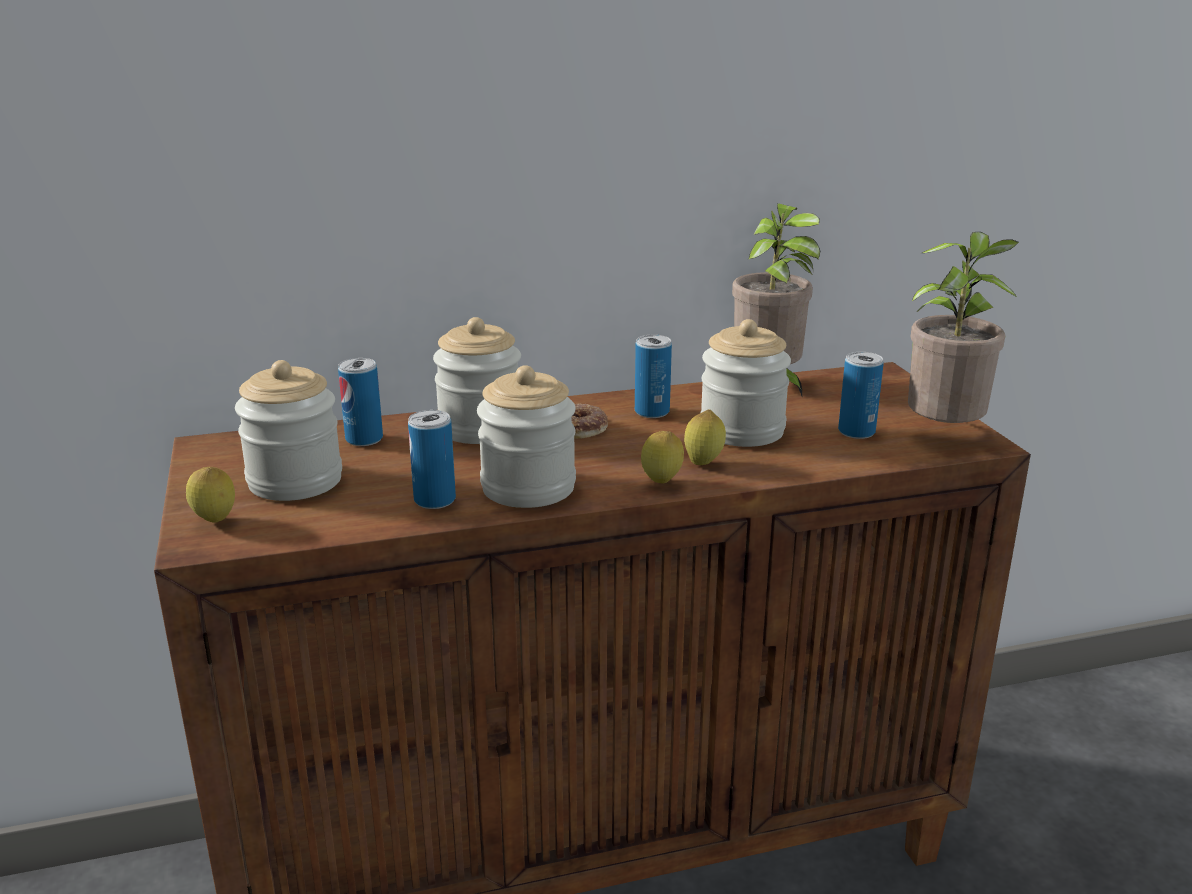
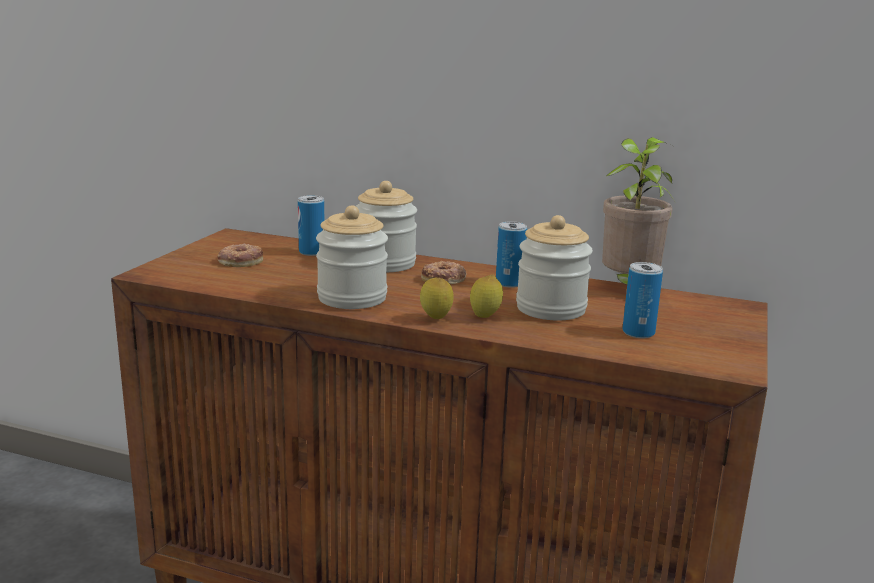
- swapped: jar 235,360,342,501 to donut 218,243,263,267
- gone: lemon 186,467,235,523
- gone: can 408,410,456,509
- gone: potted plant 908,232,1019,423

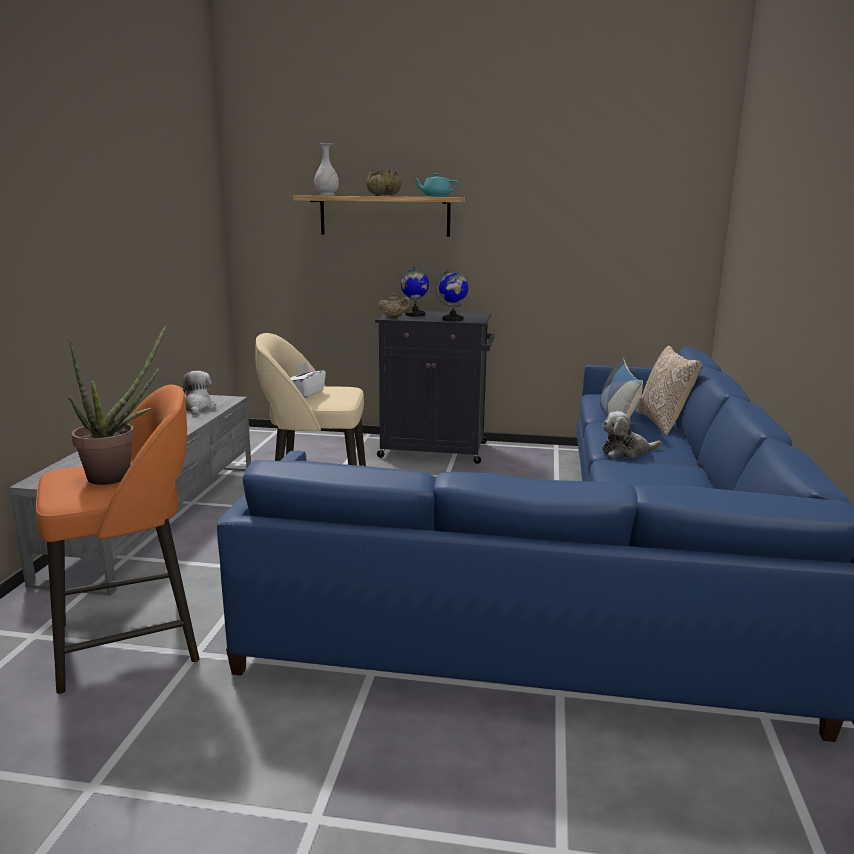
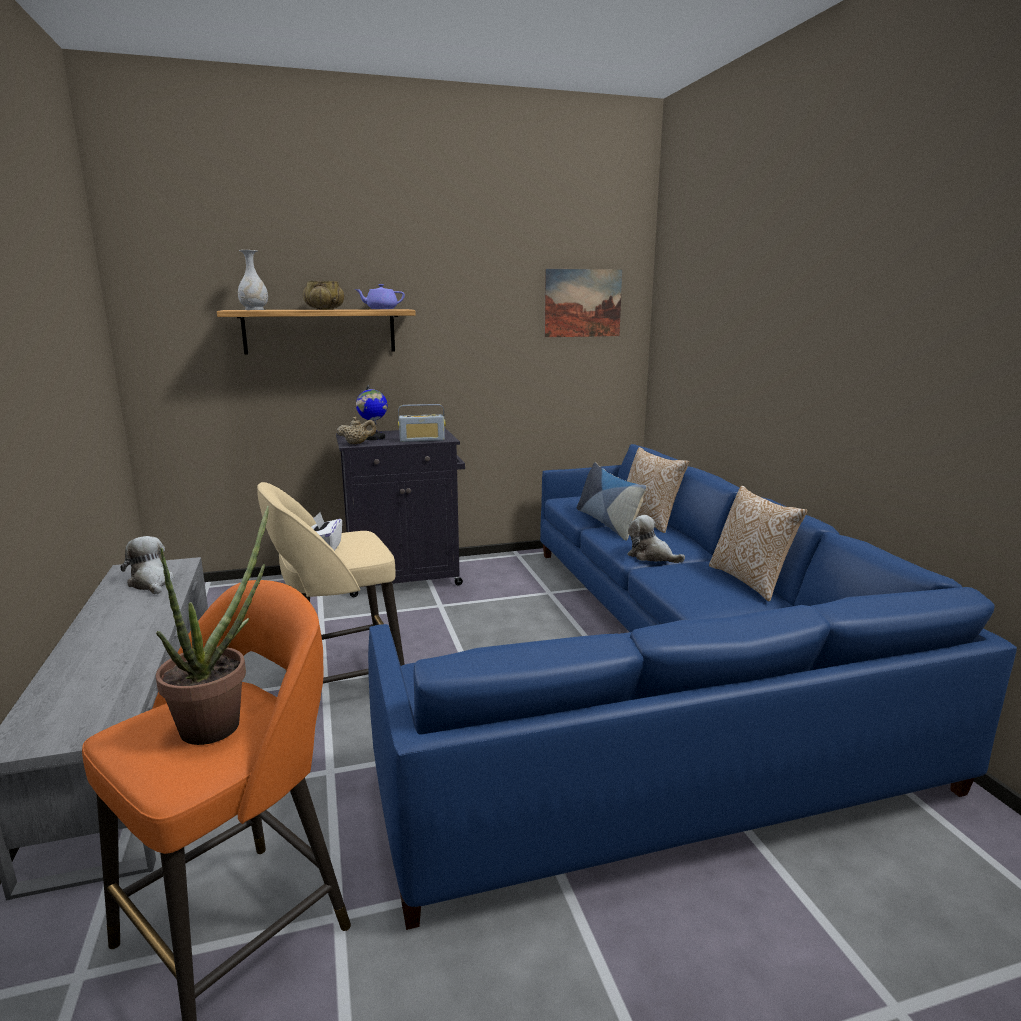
- repainted: teapot (turquoise) 414,173,458,197 to teapot (purple) 355,284,405,309
- swapped: globe 435,269,468,321 to radio 398,404,445,442
- new: picture 544,269,622,337
- rotated: plush toy 602,411,661,458 = 627,515,685,563 75 degrees clockwise
- new: pillow 709,486,807,601

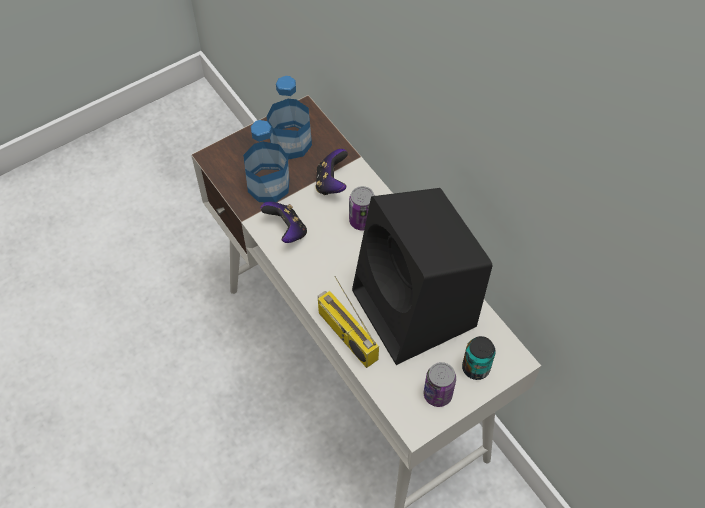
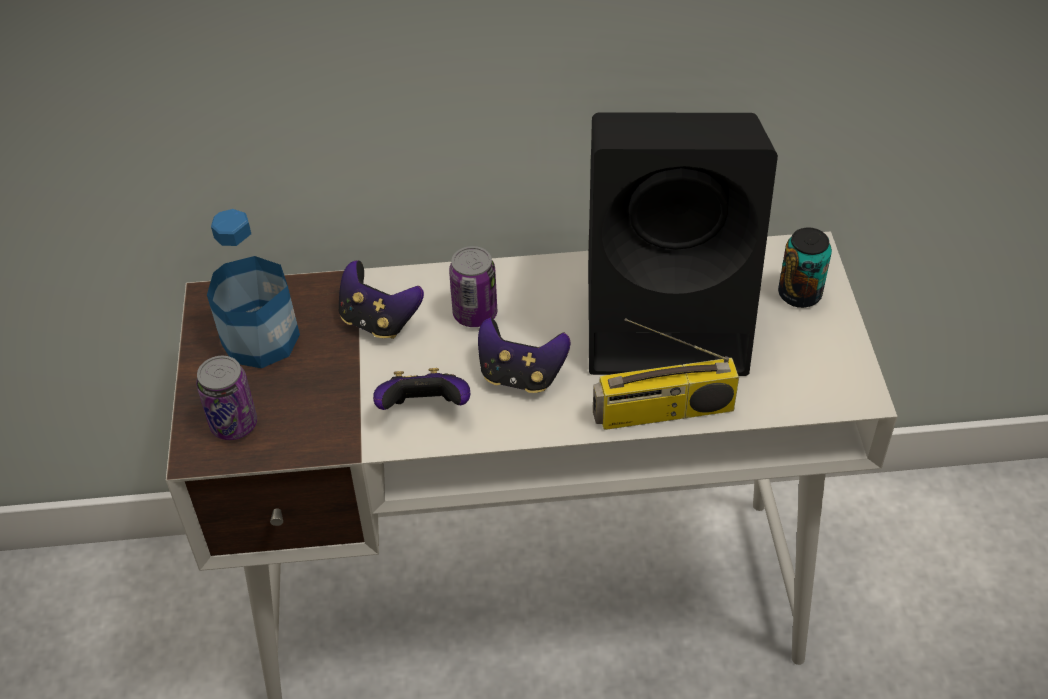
- shifted: can 424,362,456,407 to 196,356,257,440
- new: game controller 478,318,570,393
- gone: bottle 243,120,289,202

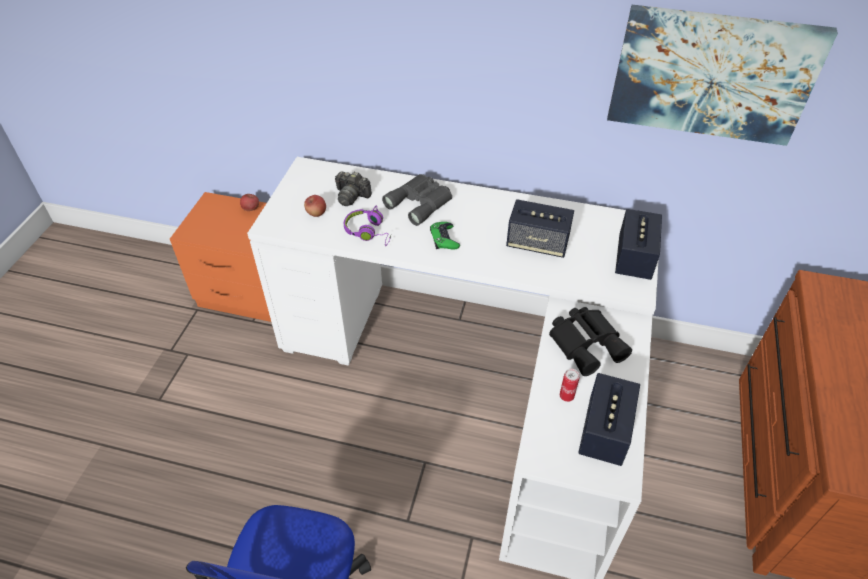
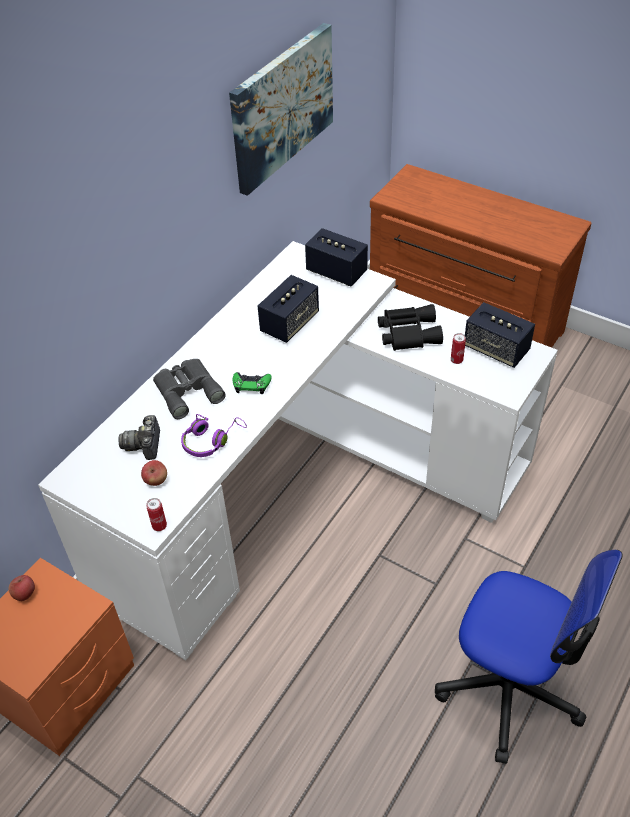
- rotated: photo camera 335,171,372,206 = 118,415,160,460 135 degrees clockwise
- new: can 146,498,167,531

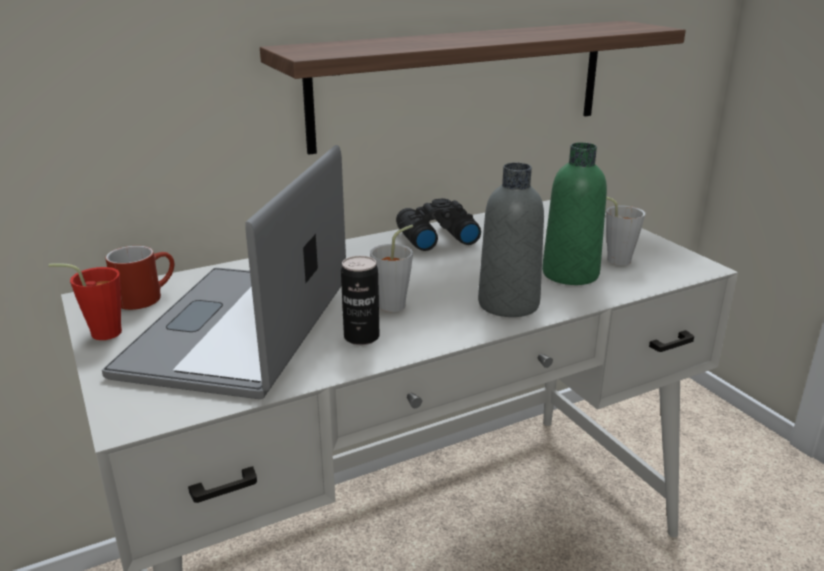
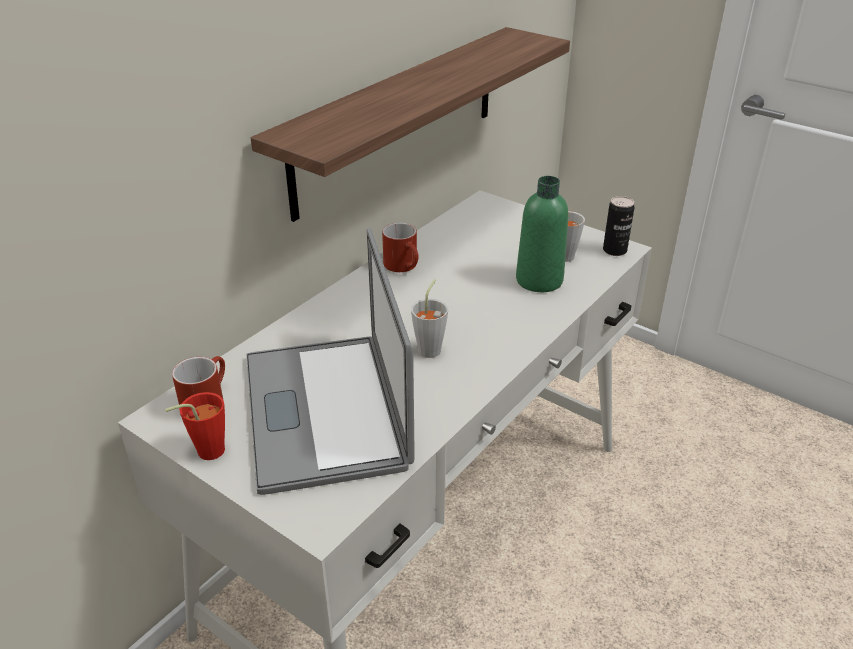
- swapped: binoculars (black) 396,198,481,251 to mug (red) 382,223,418,272
- shifted: can 341,256,380,345 to 603,196,634,256
- gone: bottle (grey) 478,163,544,317

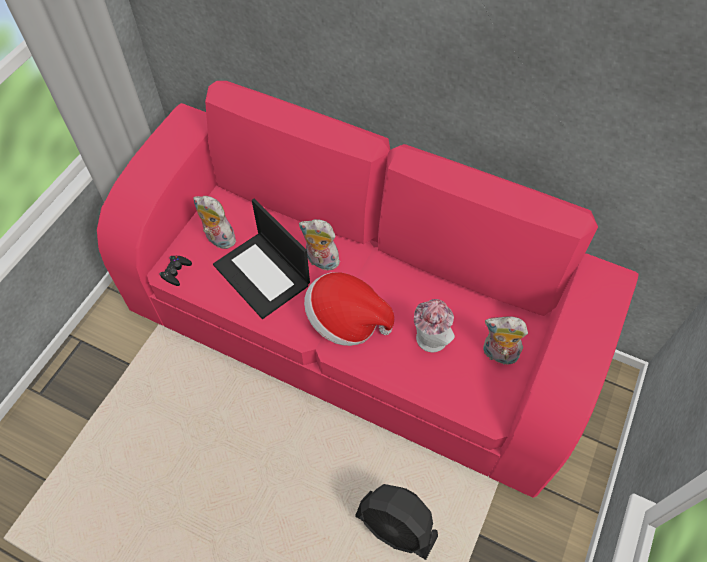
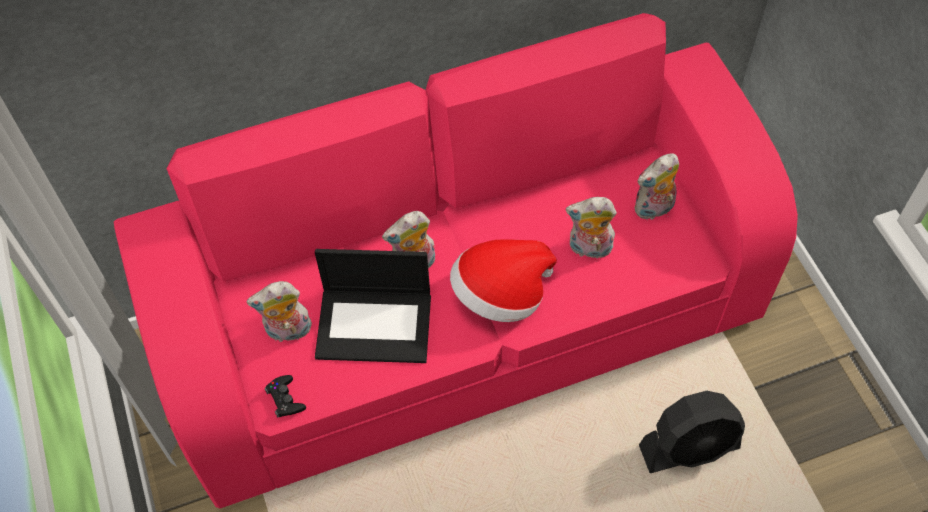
- swapped: hat 414,299,455,352 to plush toy 566,197,617,259

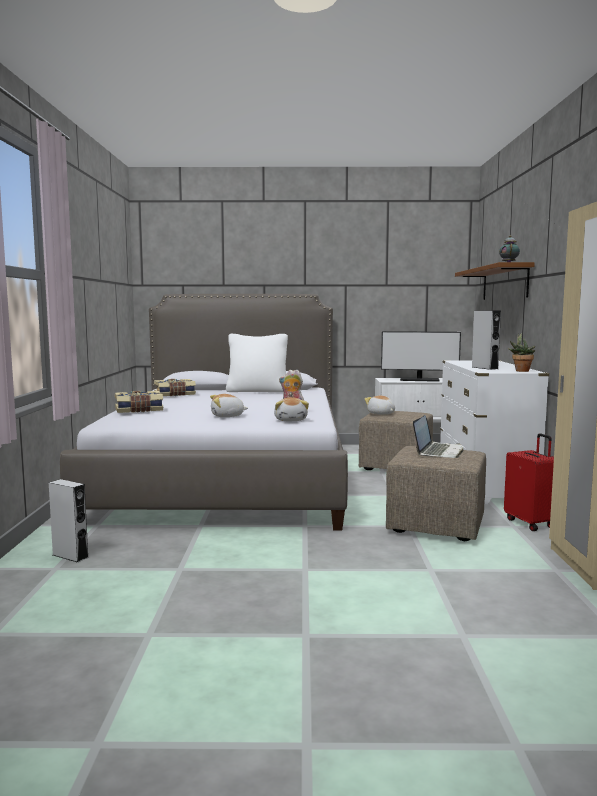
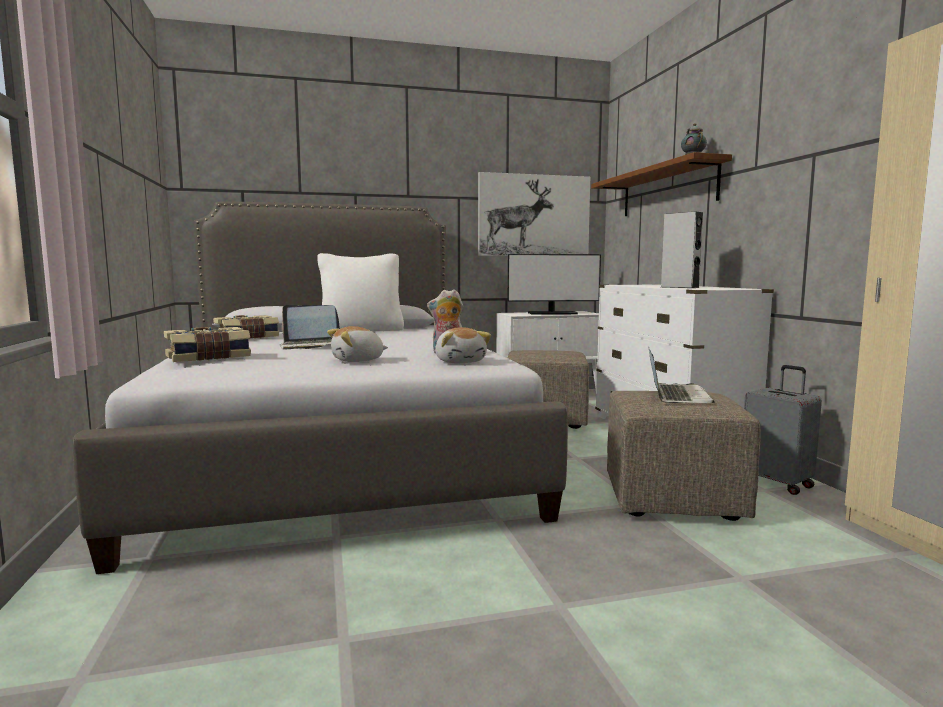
- new: laptop 280,305,340,349
- new: picture 478,172,590,256
- repainted: suitcase (red) 504,433,554,531 to suitcase (grey) 744,365,822,495
- gone: speaker (grey) 49,479,89,563
- gone: plush toy 364,396,395,415
- gone: potted plant 508,333,535,372

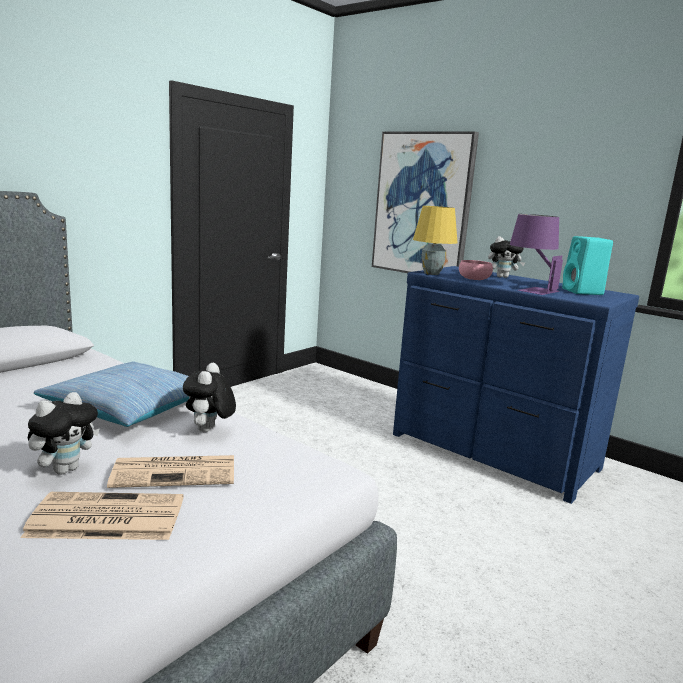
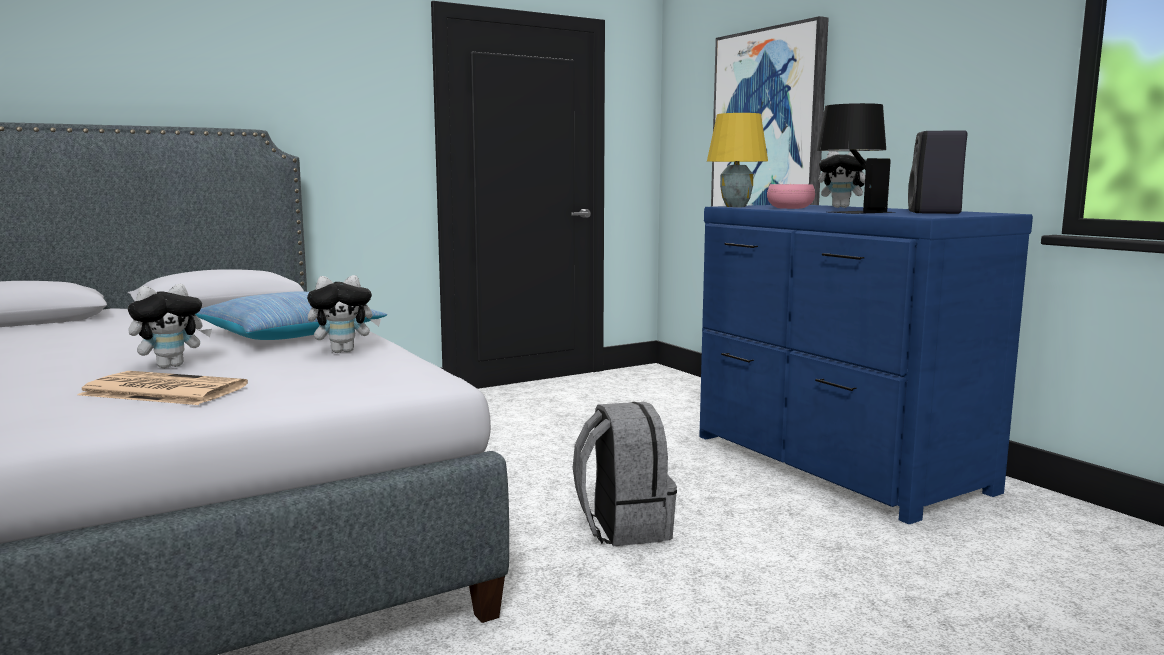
- rotated: plush toy 183,363,236,432 = 307,275,381,353 135 degrees counterclockwise
- new: backpack (grey) 573,402,677,546
- repainted: table lamp (purple) 510,214,563,295 to table lamp (black) 817,103,896,214
- repainted: speaker (turquoise) 562,236,613,295 to speaker (black) 908,130,967,214
- gone: newspaper 107,455,234,488

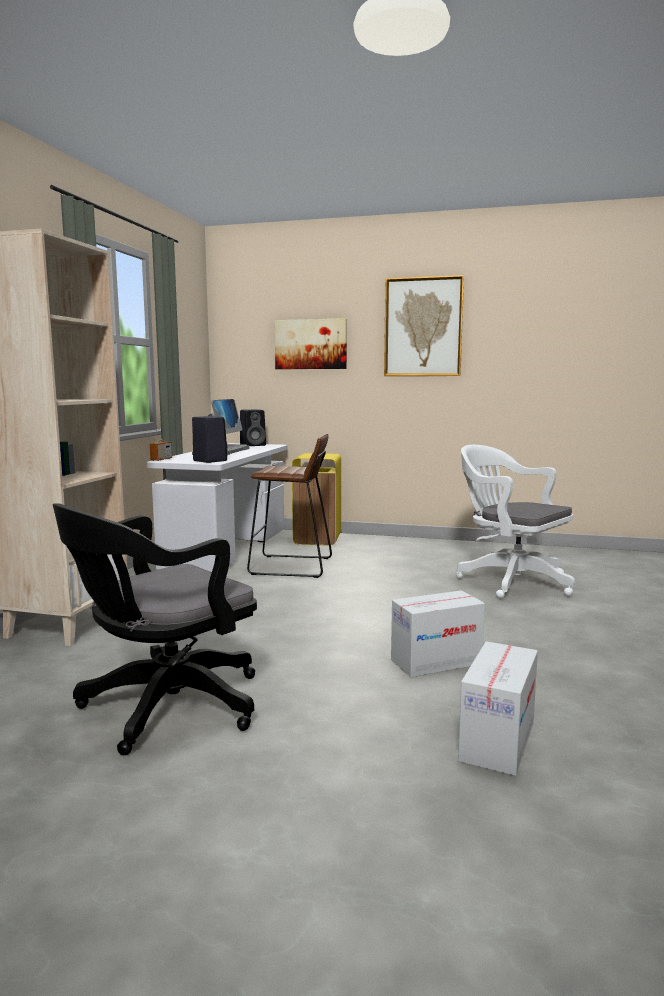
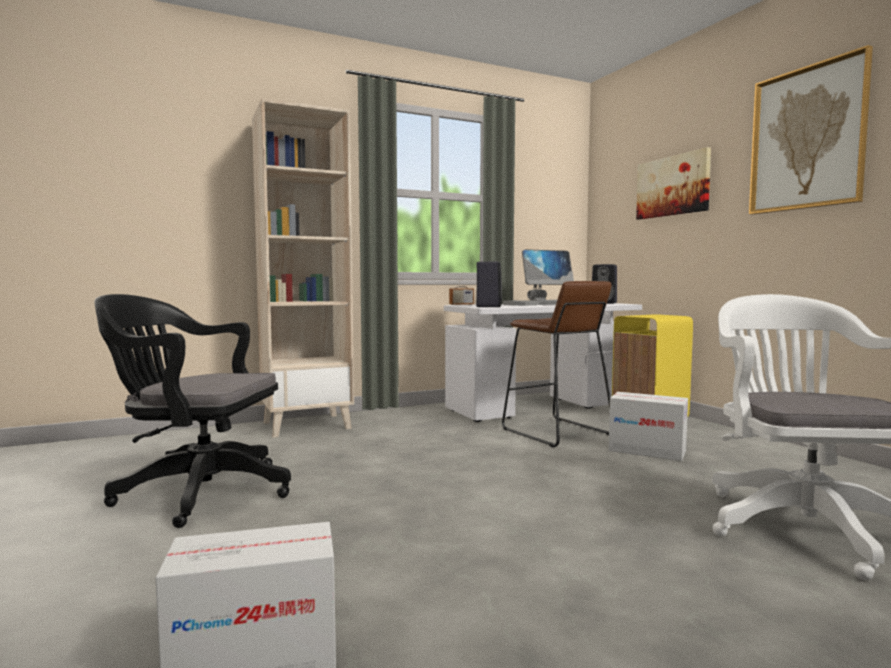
- shifted: cardboard box 391,590,485,677 to 609,392,688,461

